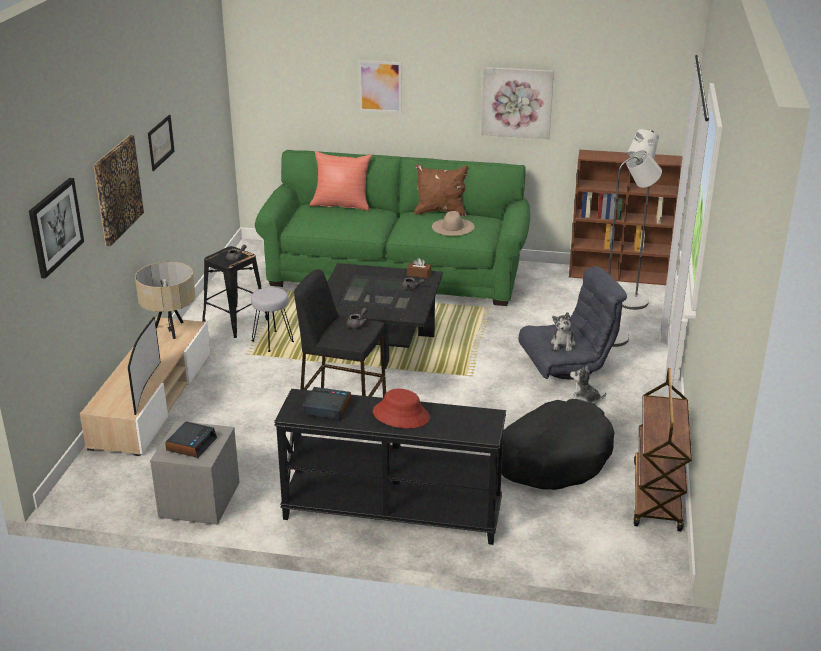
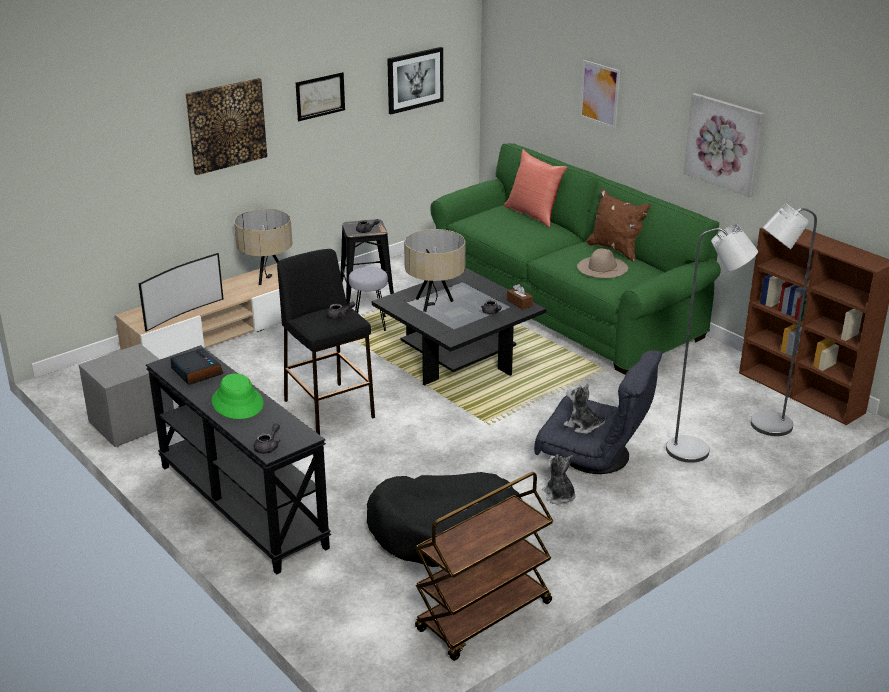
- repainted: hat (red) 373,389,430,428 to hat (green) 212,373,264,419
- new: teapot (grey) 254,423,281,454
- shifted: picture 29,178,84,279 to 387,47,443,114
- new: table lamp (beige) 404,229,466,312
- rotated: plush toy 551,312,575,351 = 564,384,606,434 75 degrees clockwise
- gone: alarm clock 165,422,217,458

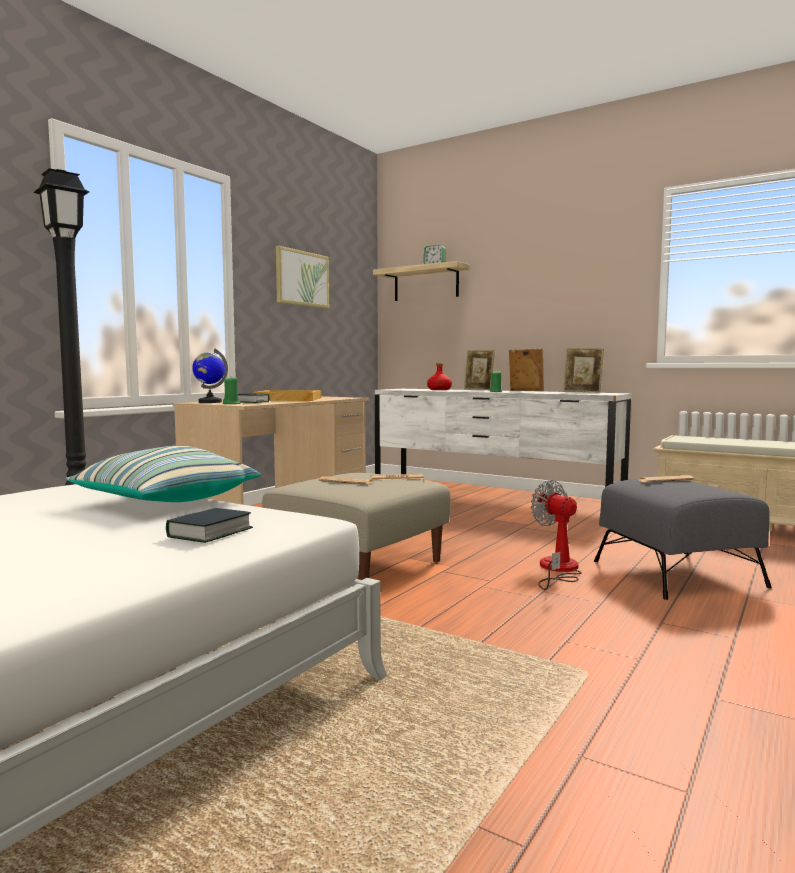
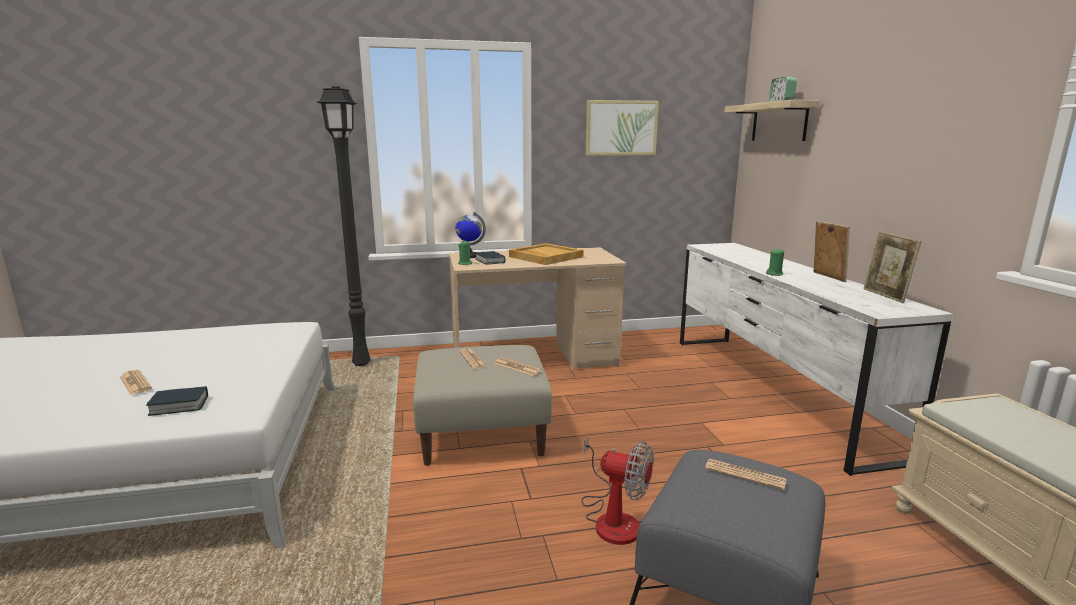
- new: newspaper 120,370,152,395
- rotated: fan 531,480,582,590 = 581,436,654,545 105 degrees clockwise
- gone: pillow 66,446,261,502
- gone: bottle (red) 427,363,452,390
- gone: picture frame 464,350,495,390

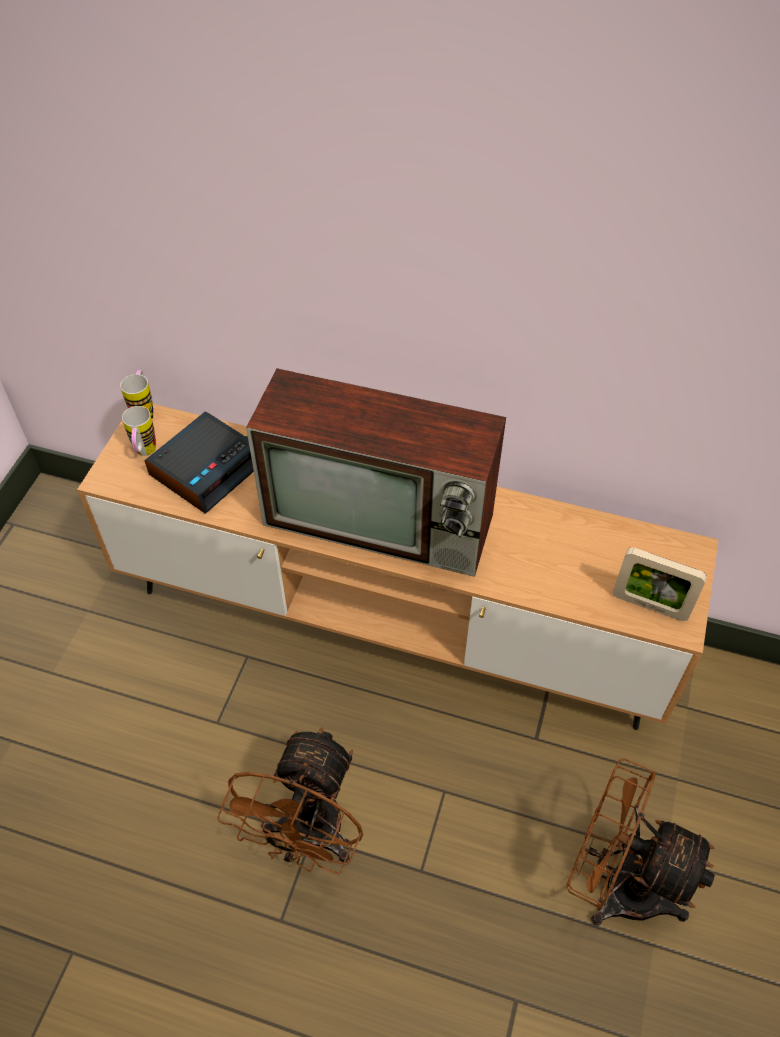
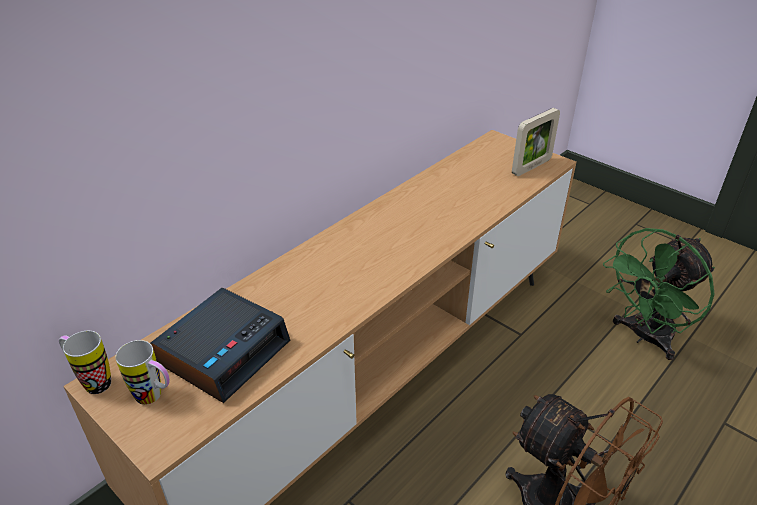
- rotated: alarm clock 145,411,254,514 = 150,288,290,403 60 degrees clockwise
- repainted: fan (brown) 566,758,715,926 to fan (green) 603,228,715,360
- gone: television 246,368,506,577

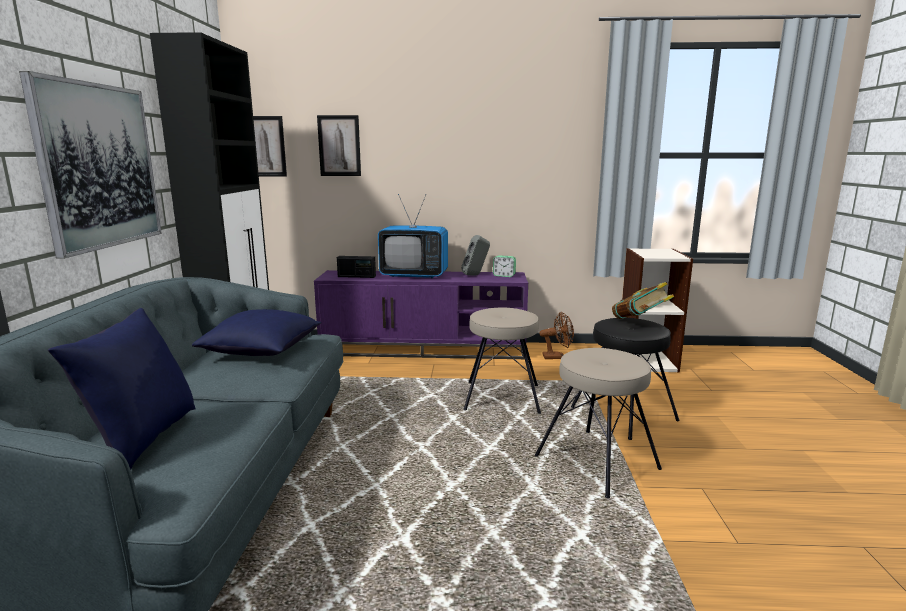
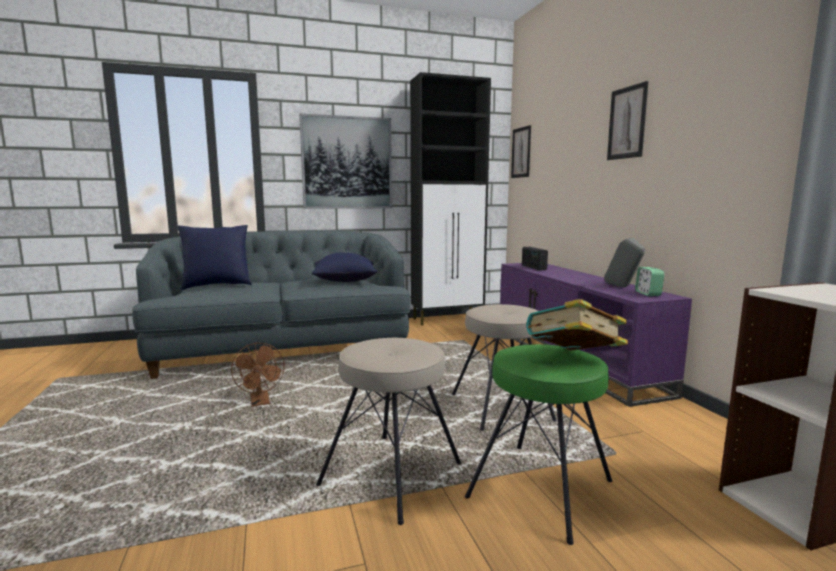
- shifted: fan (brown) 539,312,574,359 to 231,343,285,407
- repainted: stool (black) 571,318,679,440 to stool (green) 465,344,612,545
- shifted: picture 317,115,361,176 to 607,81,648,160
- gone: television 378,194,448,278

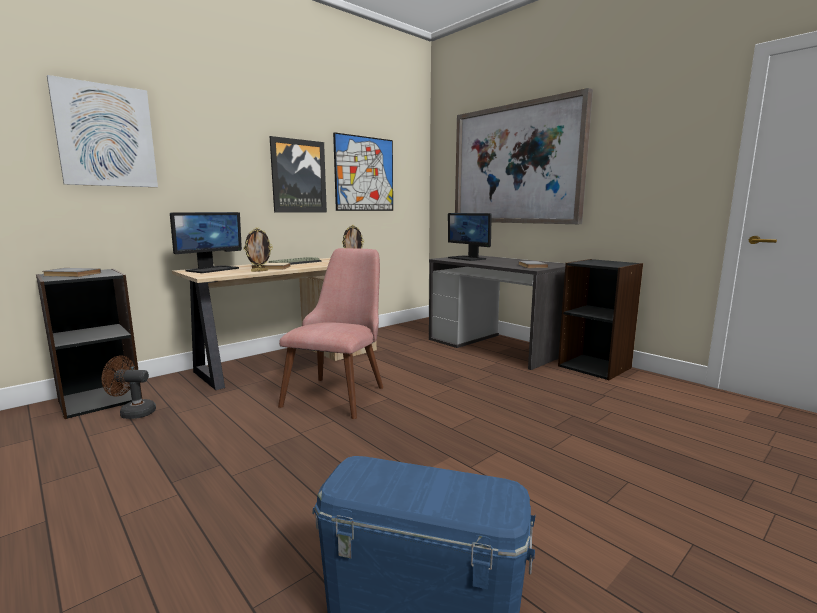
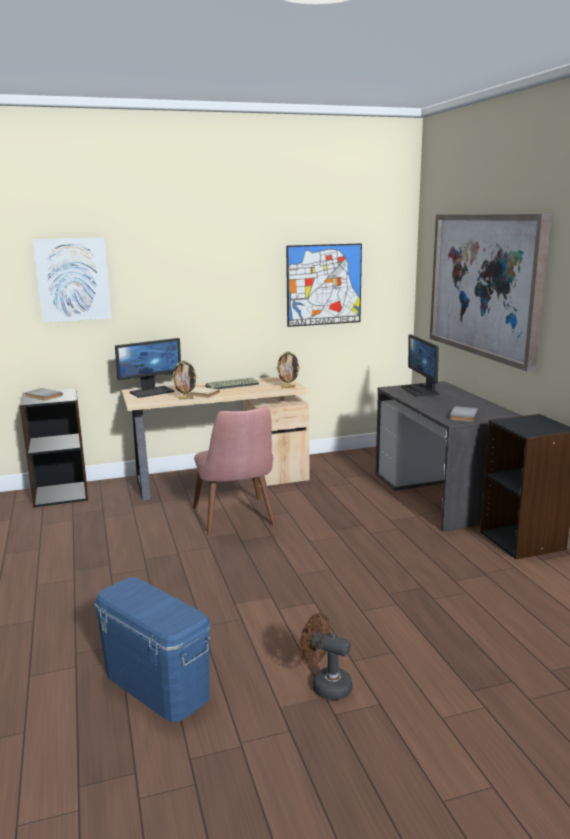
- rotated: chair (pink) 278,248,383,419 = 193,406,276,535 120 degrees clockwise
- shifted: fan (brown) 102,356,156,419 to 300,613,353,700
- gone: picture 270,136,327,213

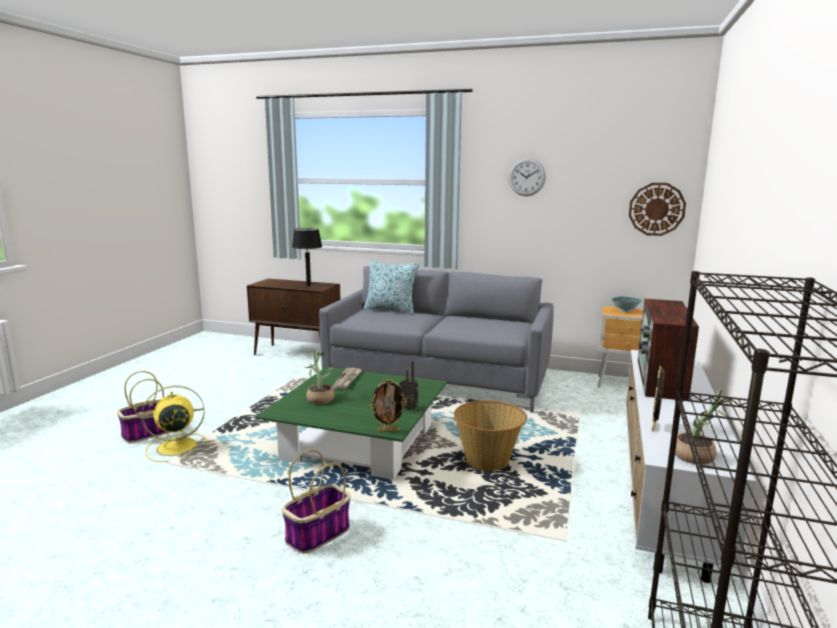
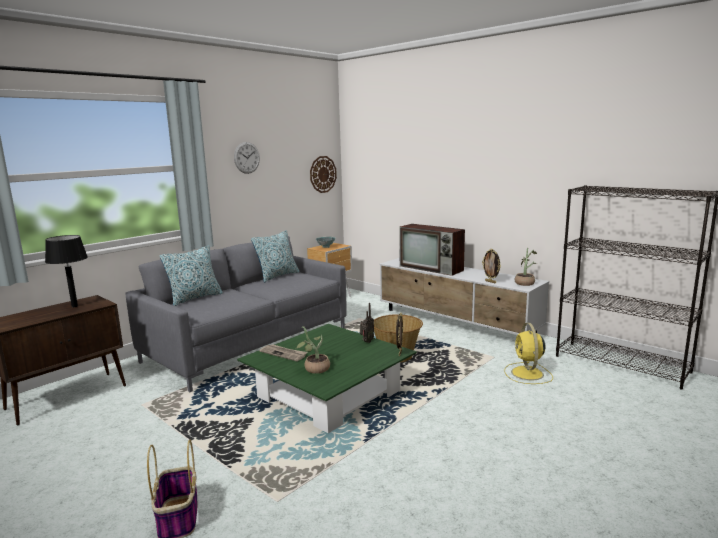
- new: pillow 251,230,299,282
- shifted: fan (yellow) 142,385,210,462 to 504,323,553,384
- gone: basket 282,450,351,554

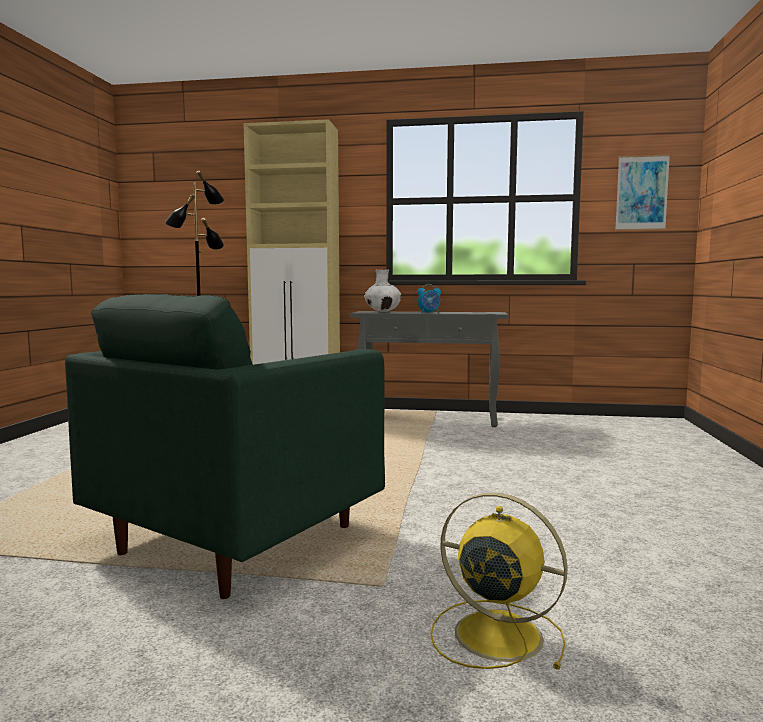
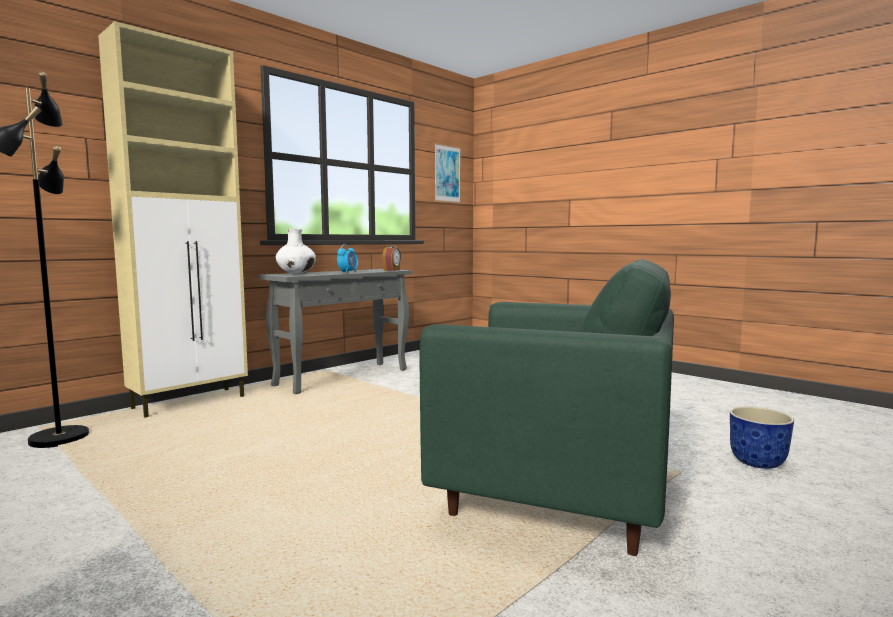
- new: alarm clock 382,246,401,271
- rotated: armchair (green) 65,294,385,599 = 419,259,674,556 45 degrees counterclockwise
- swapped: fan (yellow) 431,493,568,670 to planter 730,407,794,469

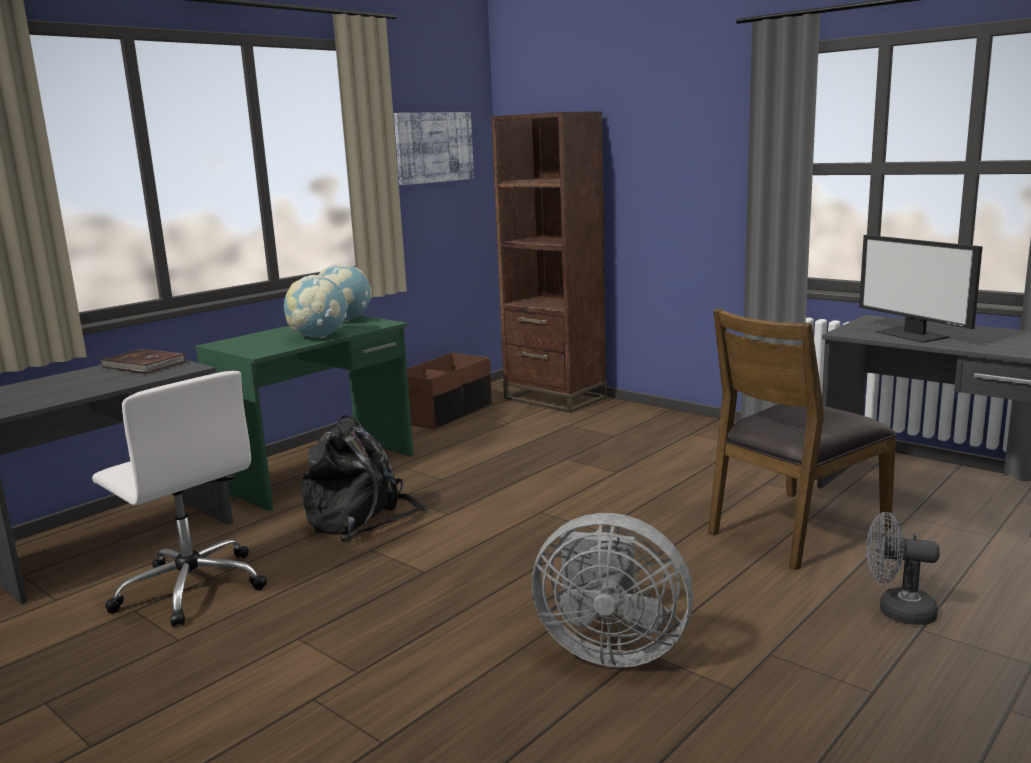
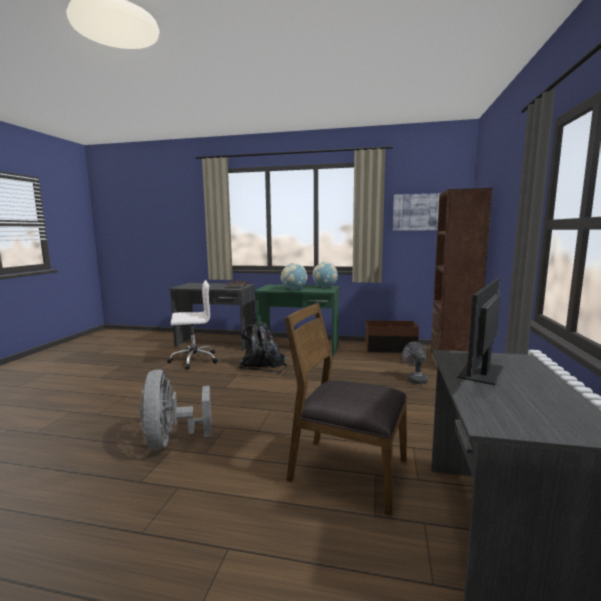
- rotated: office chair (white) 92,371,267,627 = 167,280,218,369 120 degrees counterclockwise
- shifted: fan (grey) 866,512,940,625 to 402,341,428,384

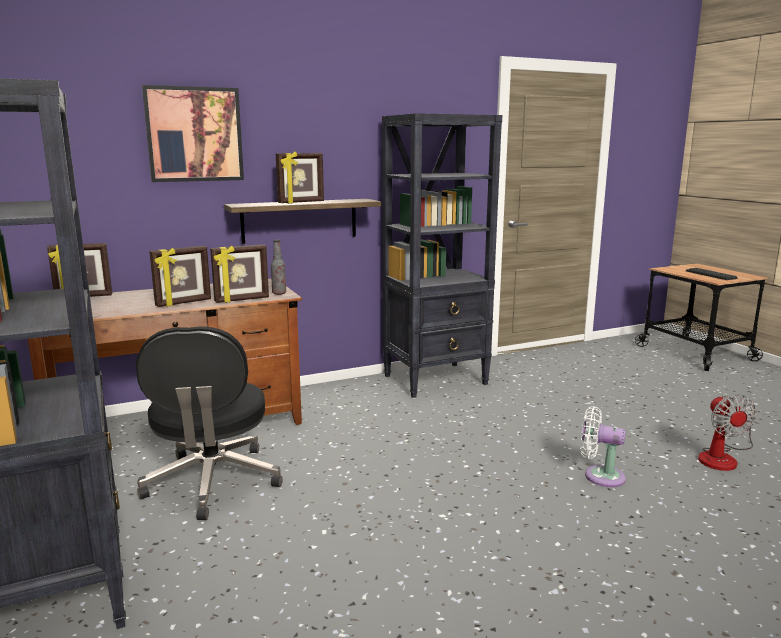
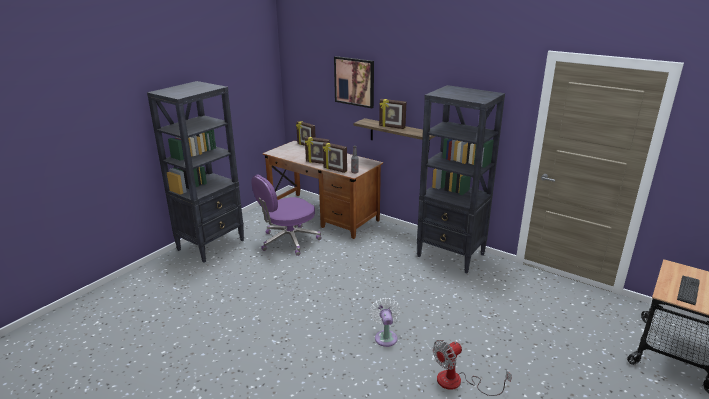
- repainted: office chair (black) 136,326,282,520 to office chair (purple) 251,175,322,256

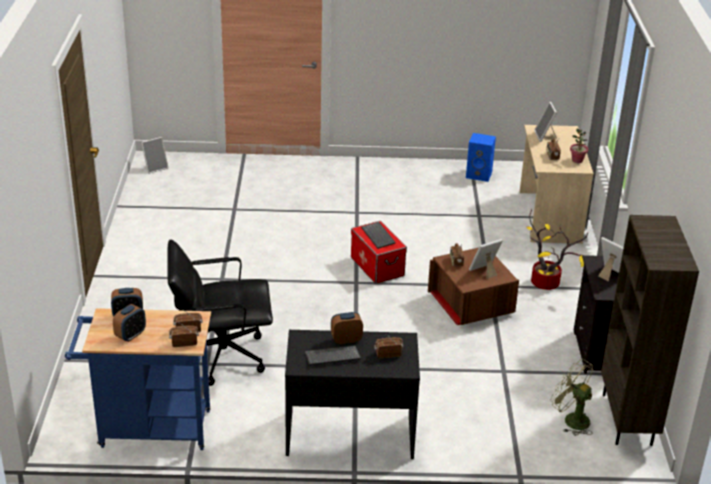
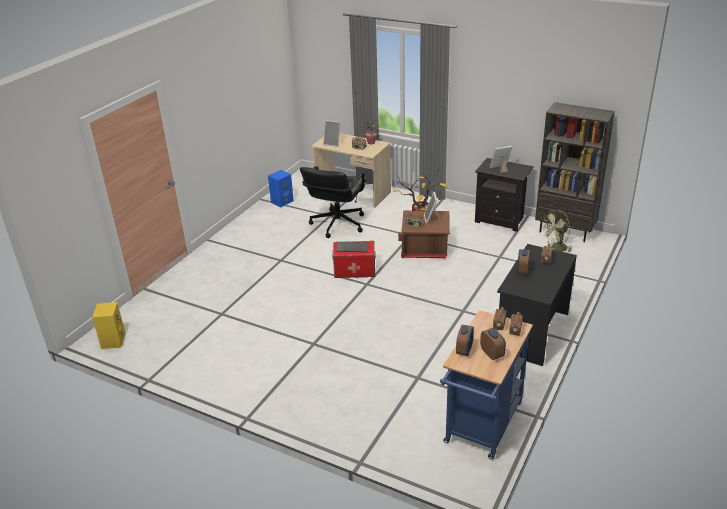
- swapped: picture frame 141,137,169,174 to speaker (yellow) 92,302,126,349
- shifted: office chair (black) 167,239,273,386 to 300,166,367,238
- gone: keyboard 305,345,361,365

